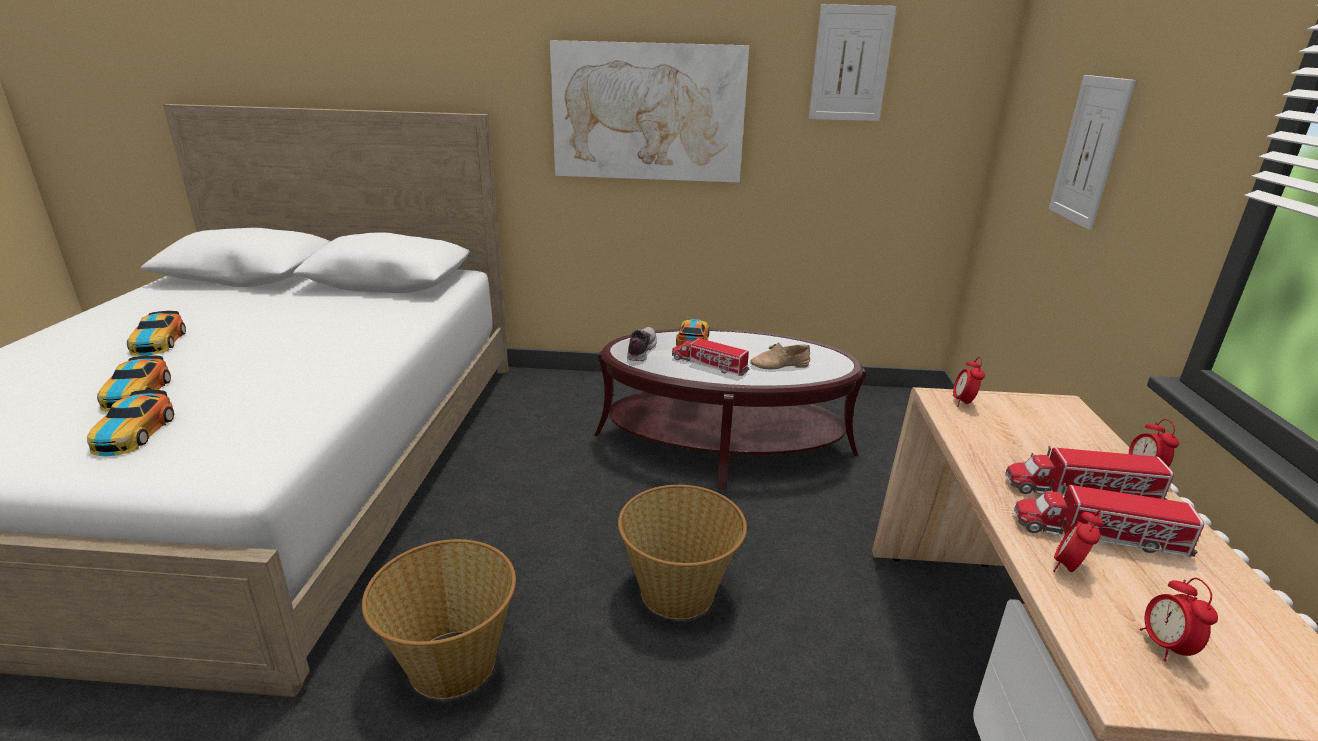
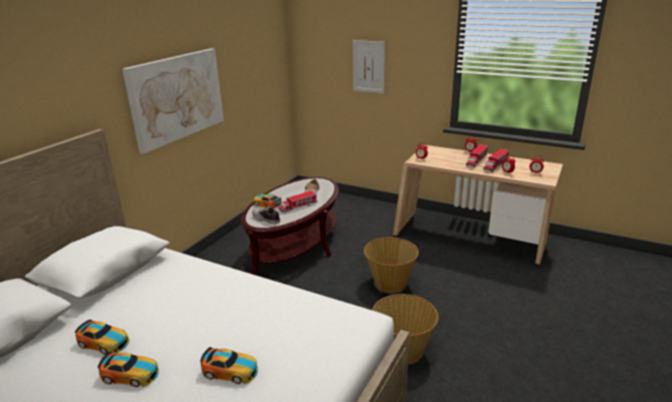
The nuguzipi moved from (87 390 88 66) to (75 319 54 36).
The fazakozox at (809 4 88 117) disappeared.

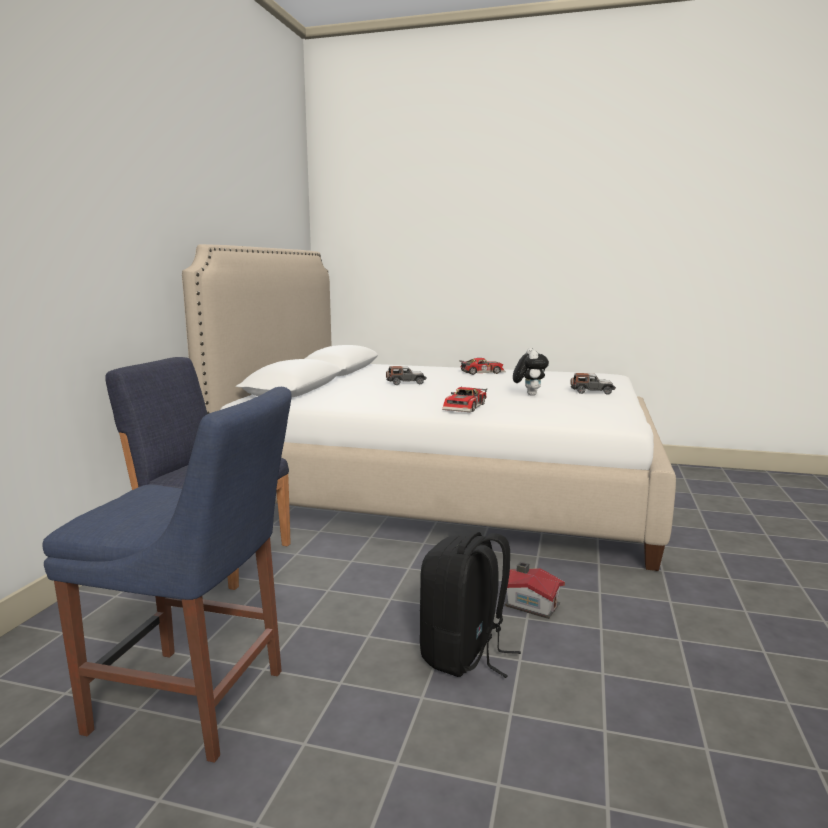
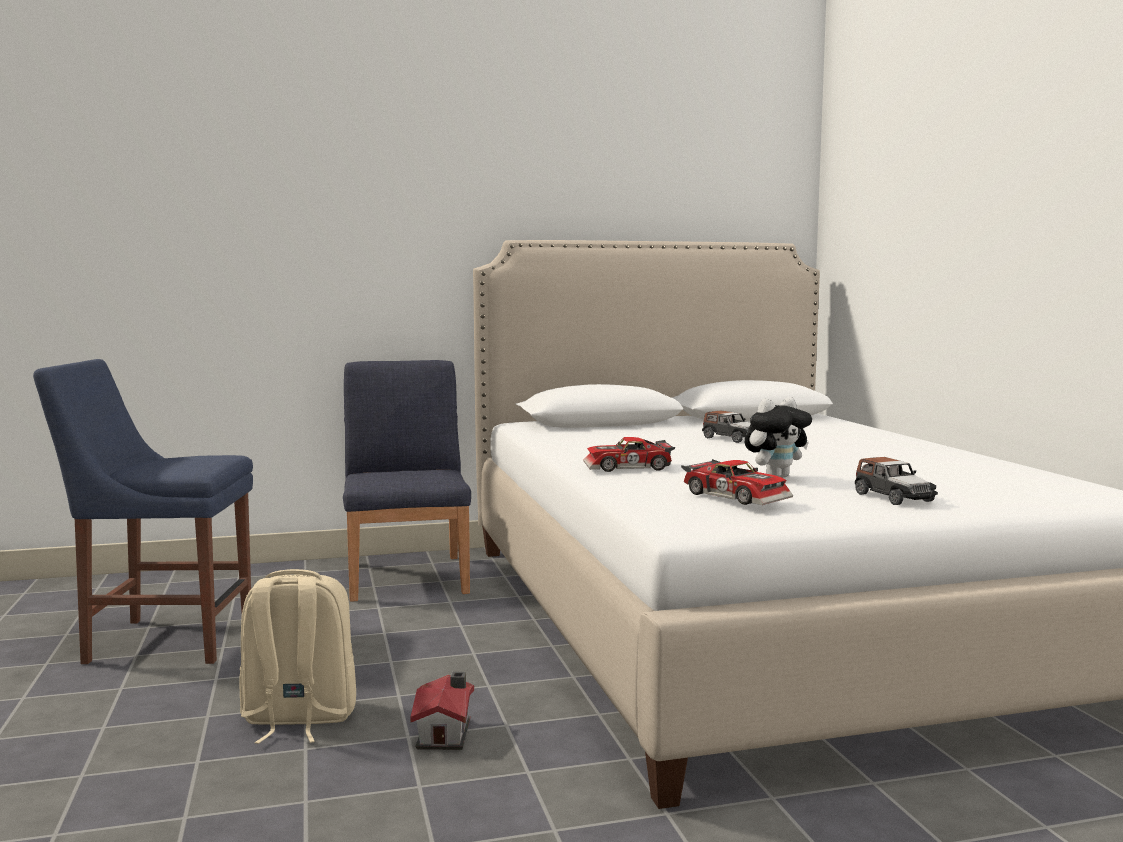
The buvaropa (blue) at (43 387 249 376) turned 105 degrees clockwise.
The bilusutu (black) at (420 532 101 146) became the bilusutu (beige) at (239 569 117 175).
The nuguzipi moved from (459 358 47 17) to (681 459 112 46).

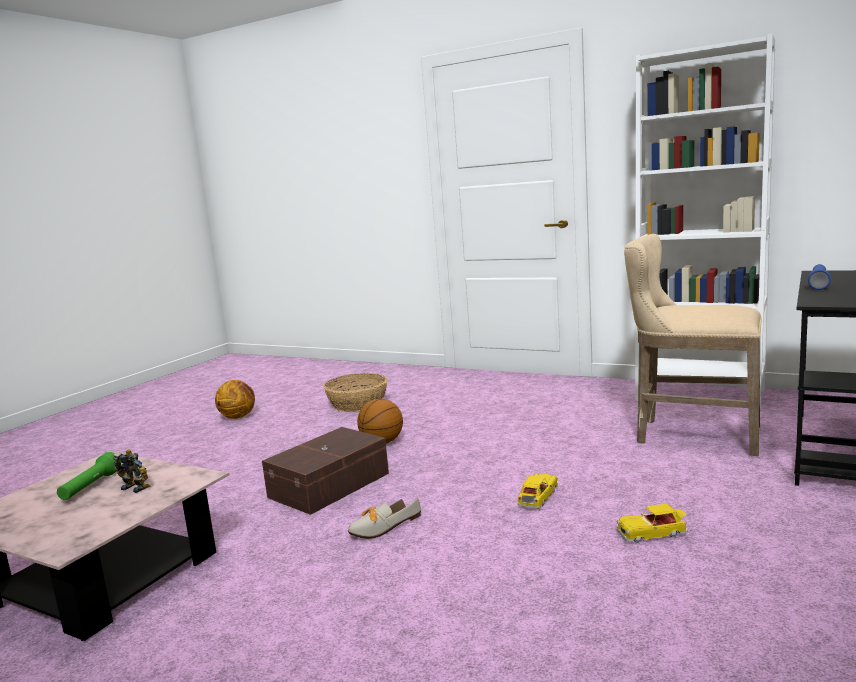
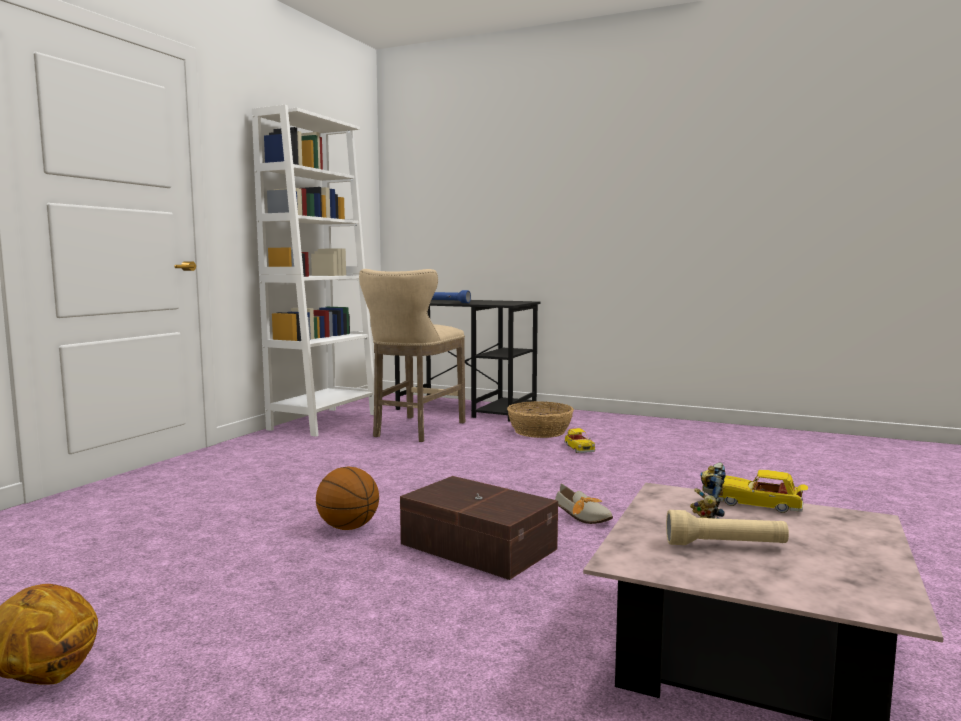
The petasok moved from (323 373 64 39) to (507 401 67 37).
The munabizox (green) at (57 452 64 48) became the munabizox (beige) at (666 510 123 35).
The nuguzipi moved from (518 473 40 36) to (718 470 90 43).

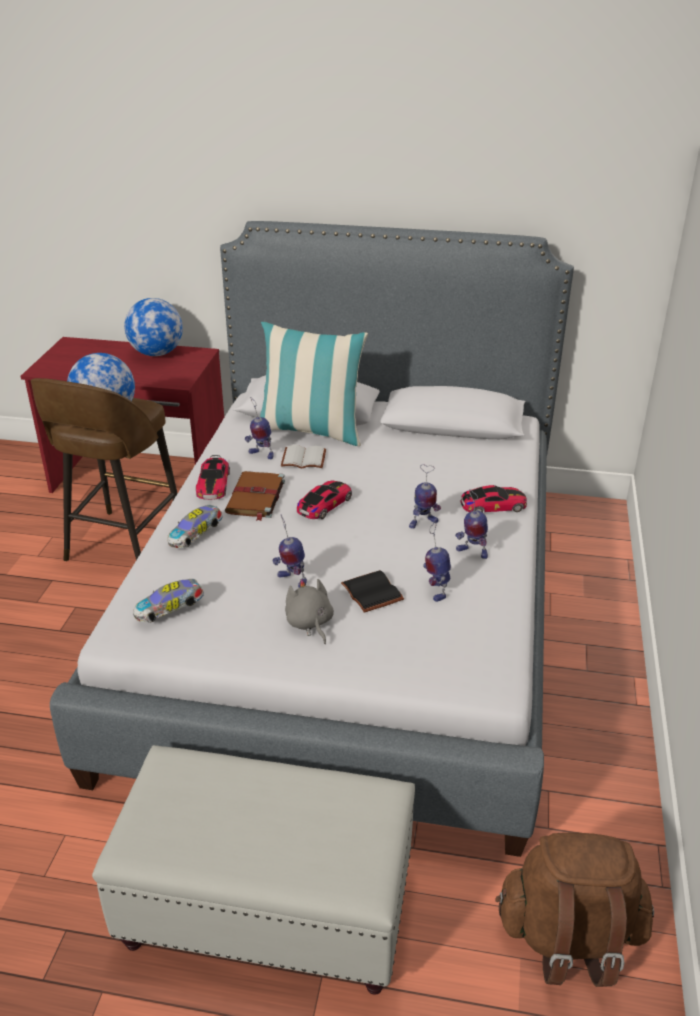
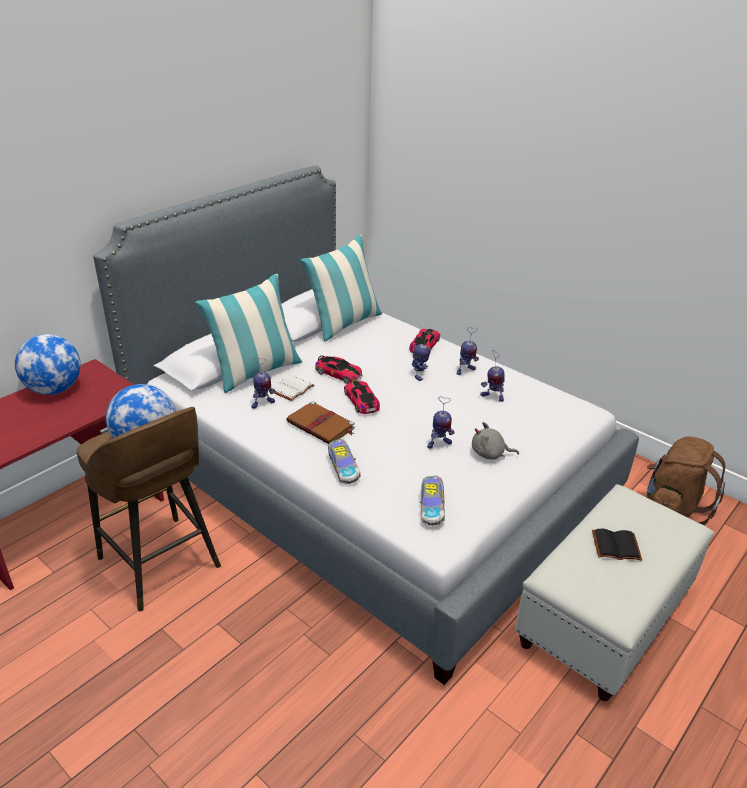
The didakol at (300 235 82 106) appeared.
The nuguzipi moved from (196 455 34 45) to (315 355 48 29).
The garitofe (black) moved from (341 570 63 43) to (592 529 50 32).

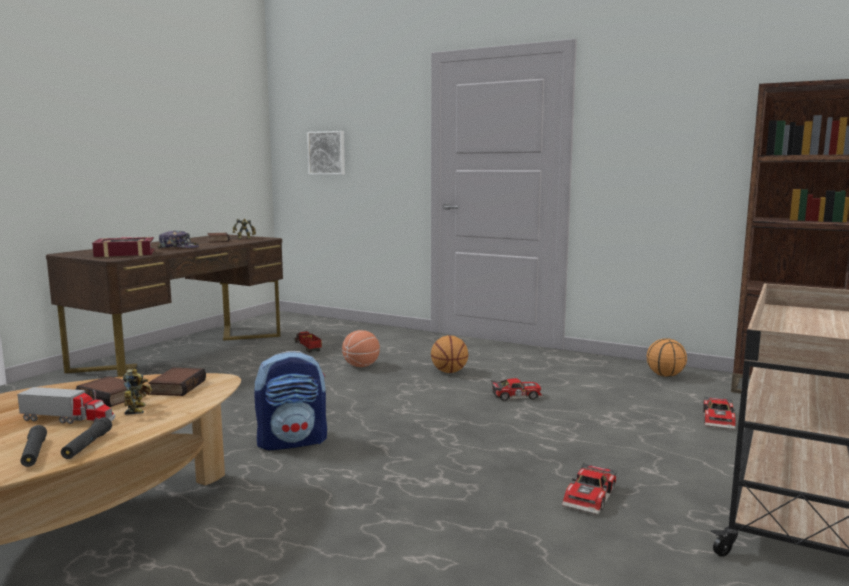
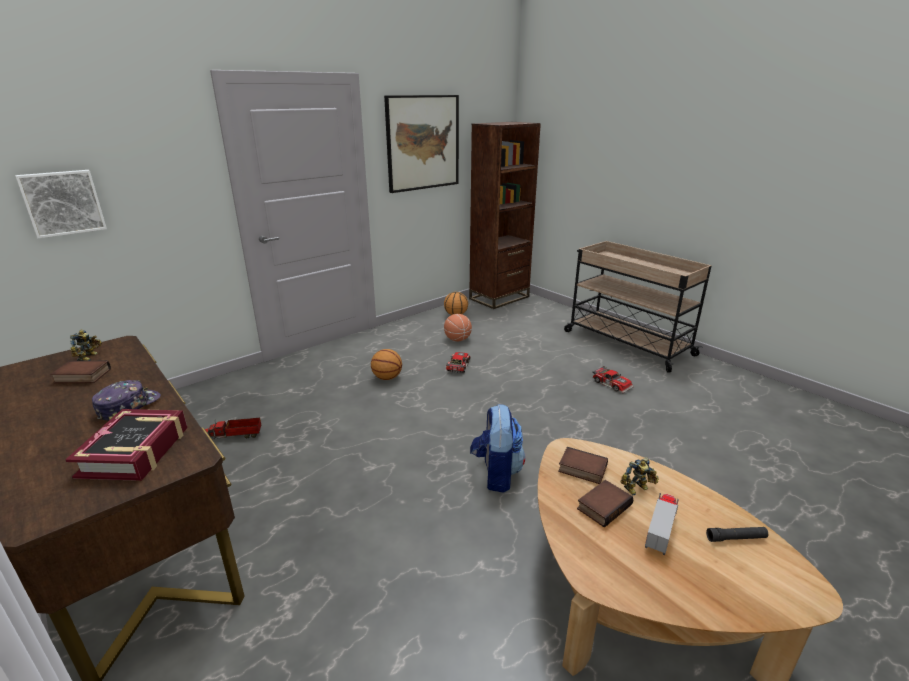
The fazakozox at (384 95 75 98) appeared.
The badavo moved from (342 330 38 37) to (444 314 28 27).
The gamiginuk at (123 369 29 46) turned 150 degrees clockwise.
The munabizox (black) at (61 417 51 42) disappeared.
The nuguzipi at (703 396 33 34) disappeared.

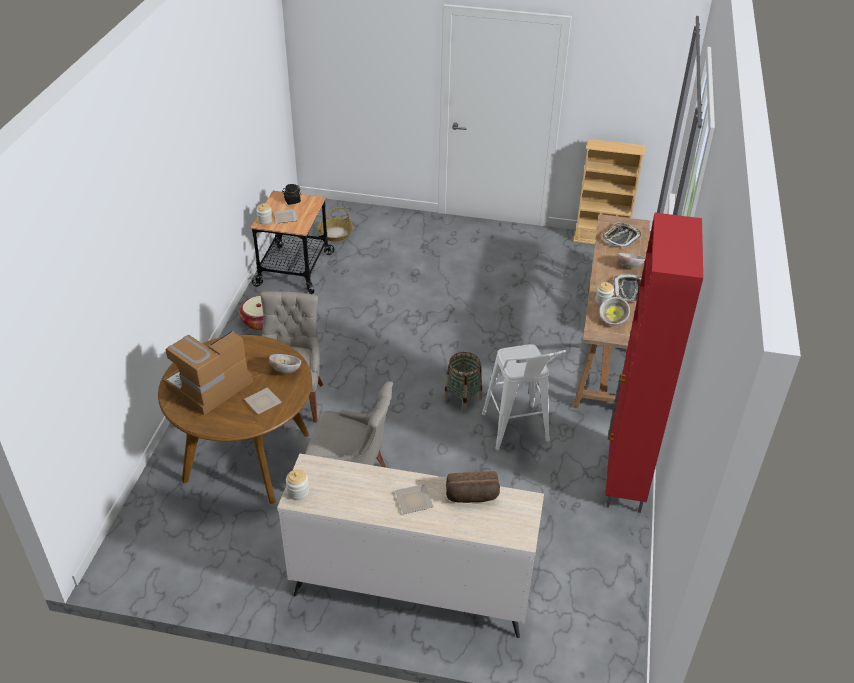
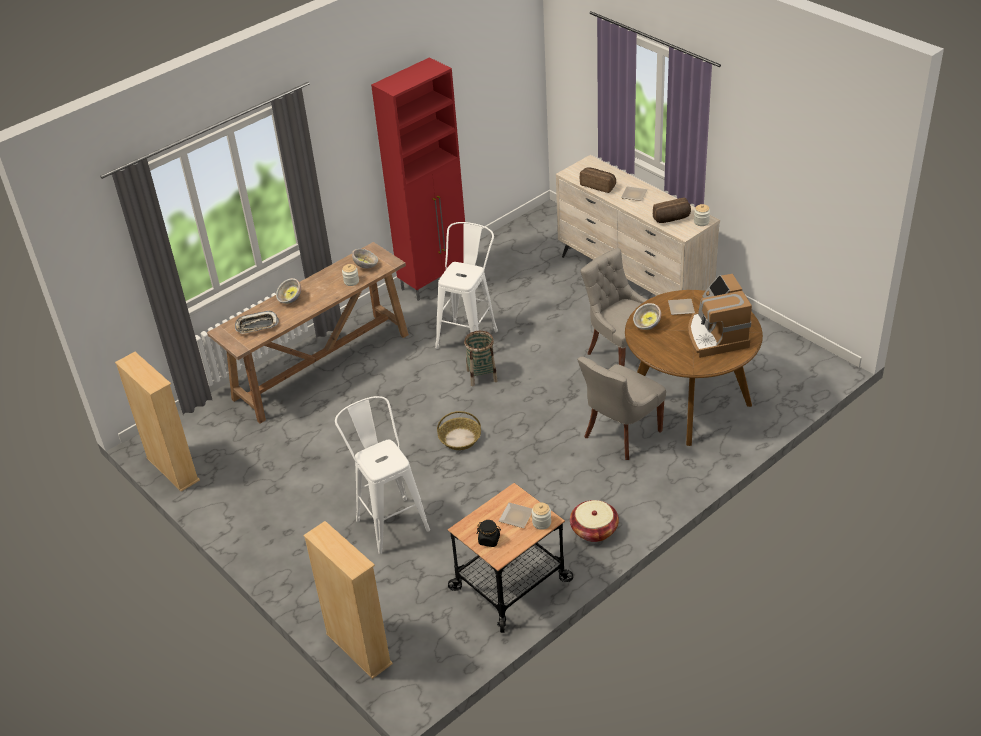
The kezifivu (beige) at (303 521 90 158) appeared.
The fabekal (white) at (335 396 95 158) appeared.
The petasok moved from (317 207 36 34) to (437 411 44 39).
The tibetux at (653 198 38 25) appeared.
The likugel at (163 331 90 84) turned 90 degrees clockwise.
The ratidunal at (613 274 29 28) disappeared.

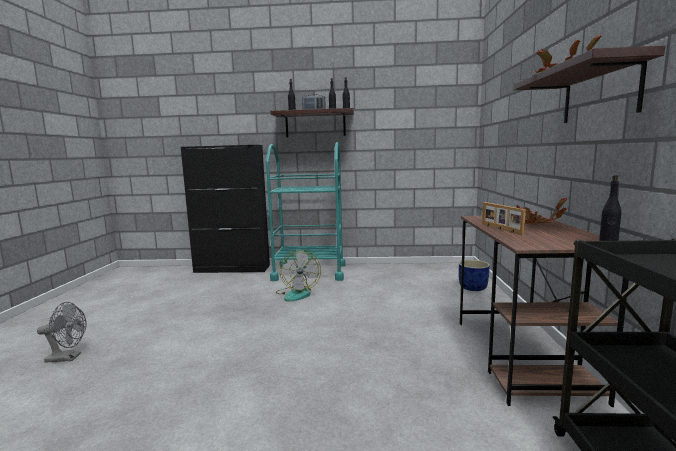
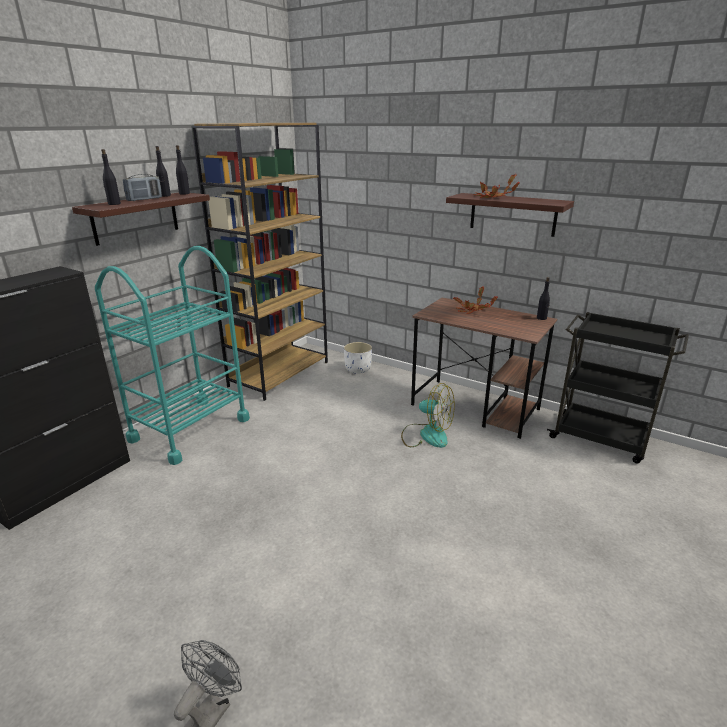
The kezifivu (brown) at (191 123 137 278) appeared.
The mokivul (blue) at (459 260 31 31) became the mokivul (white) at (344 342 28 32).
The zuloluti moved from (276 250 45 51) to (401 383 54 65).
The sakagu at (482 202 44 33) disappeared.

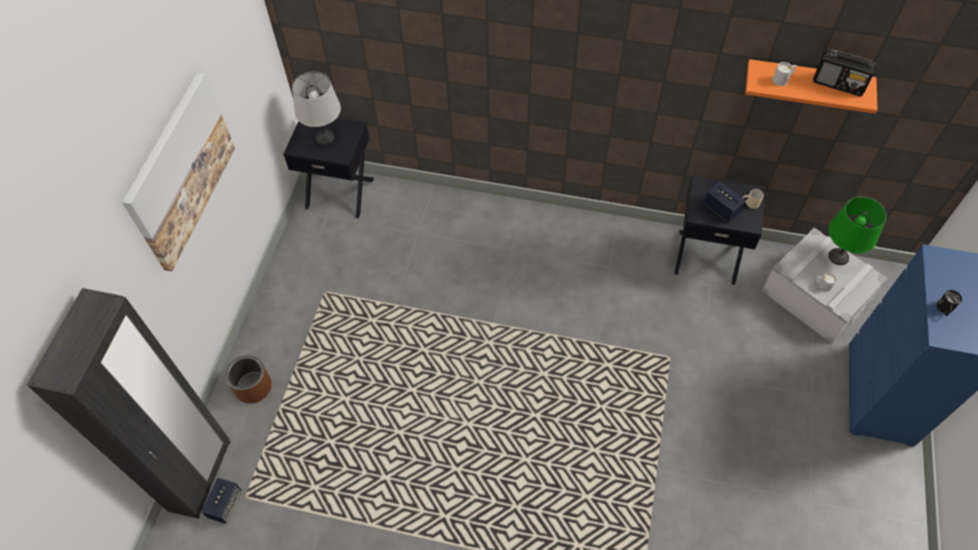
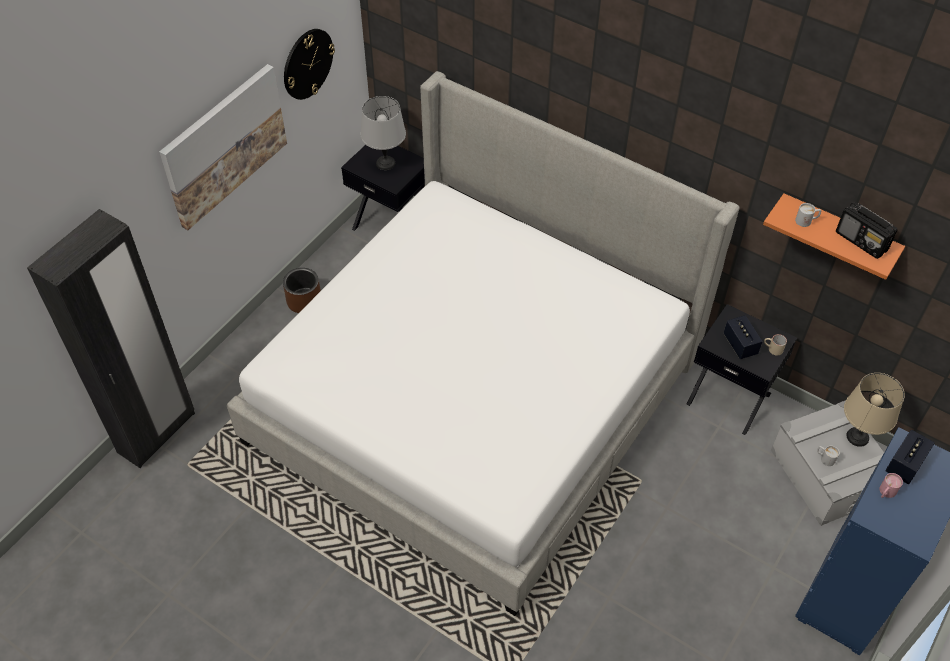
The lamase at (227 71 513 545) appeared.
The mokivul (brown) moved from (225 355 47 48) to (283 268 38 45).
The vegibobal at (284 29 51 71) appeared.
The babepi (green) at (828 196 59 69) became the babepi (beige) at (844 373 61 74).
The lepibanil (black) at (937 290 25 26) became the lepibanil (pink) at (879 473 24 25).
The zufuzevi moved from (201 478 41 46) to (885 430 50 54).

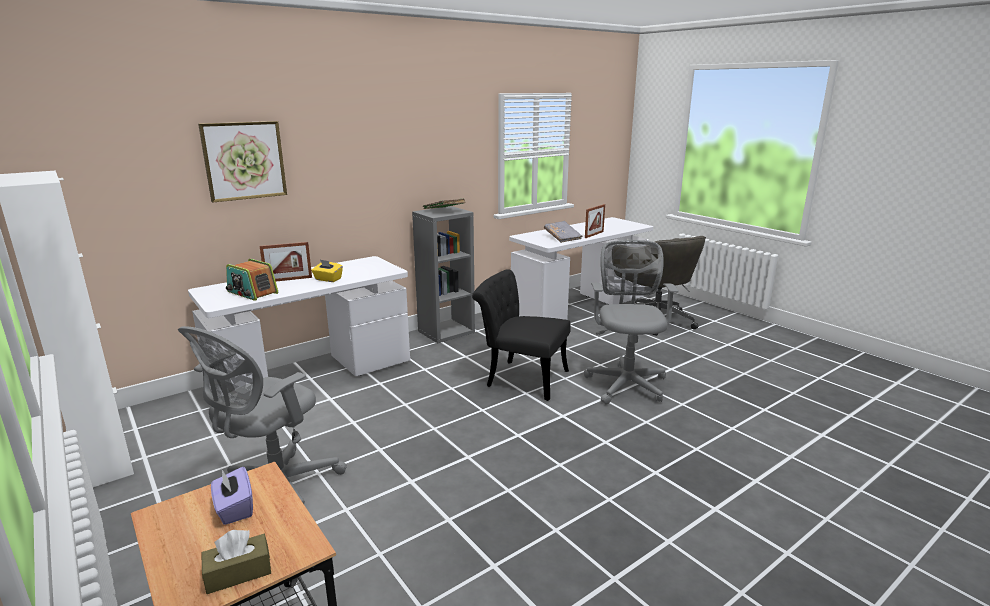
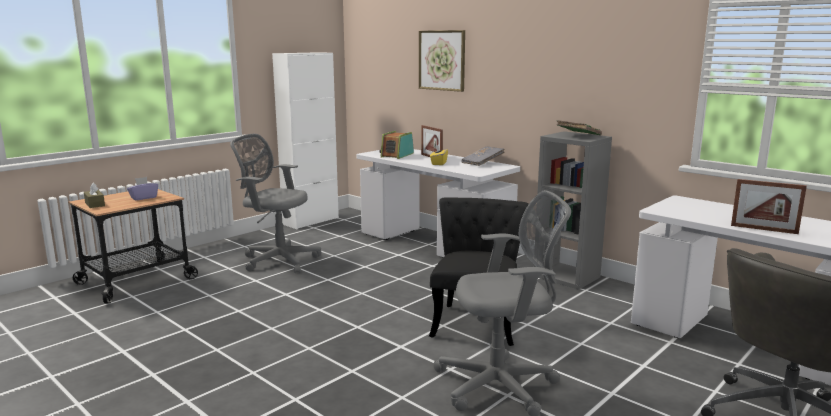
The garitofe (grey) moved from (544 221 39 22) to (461 146 44 20).

